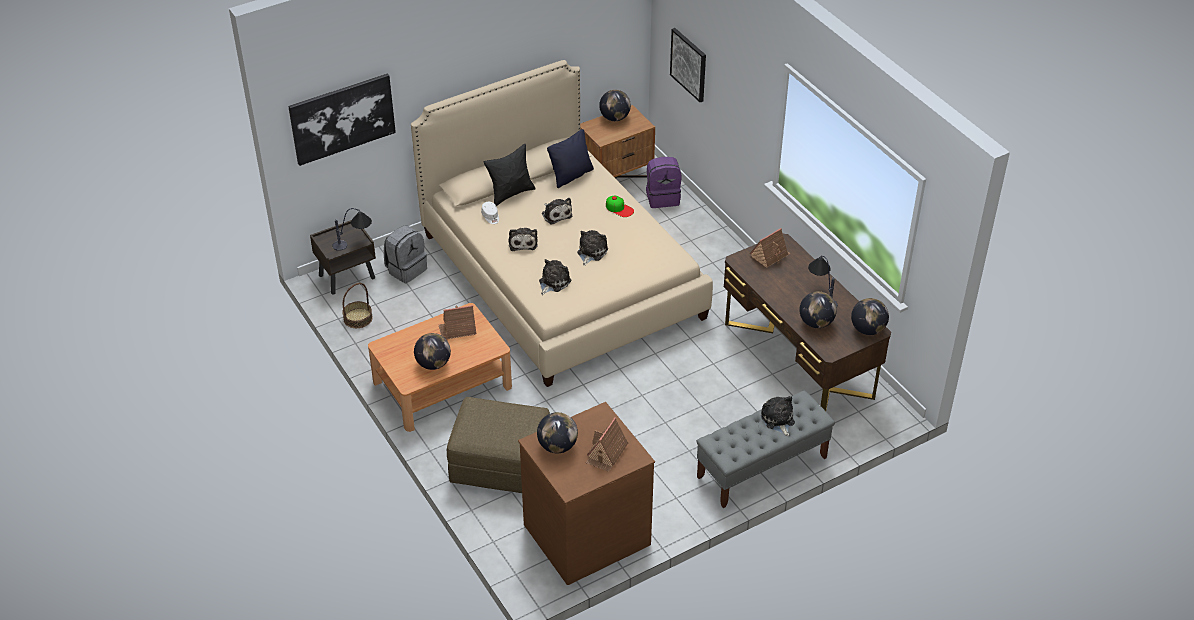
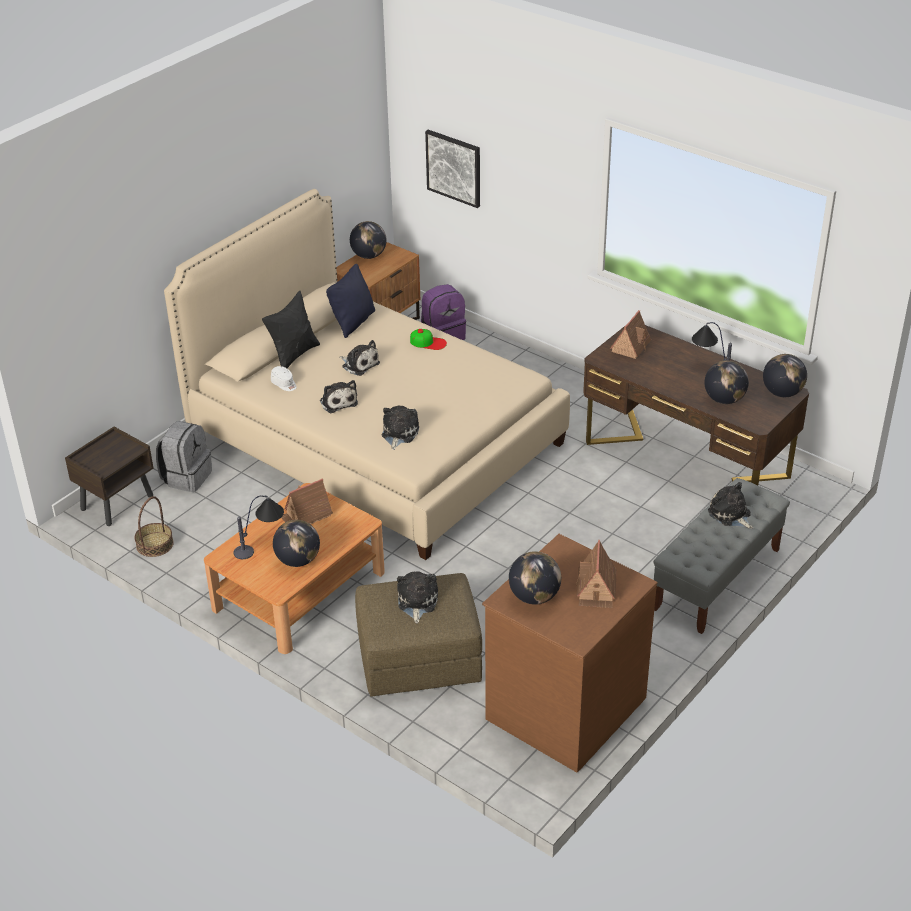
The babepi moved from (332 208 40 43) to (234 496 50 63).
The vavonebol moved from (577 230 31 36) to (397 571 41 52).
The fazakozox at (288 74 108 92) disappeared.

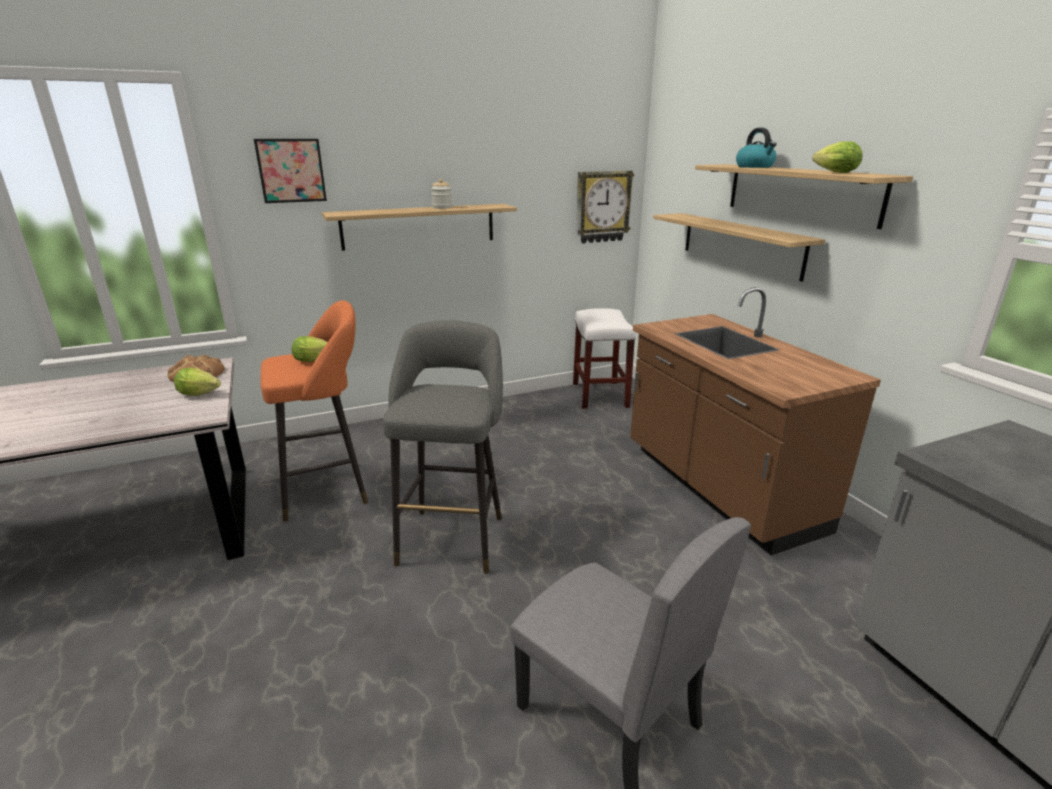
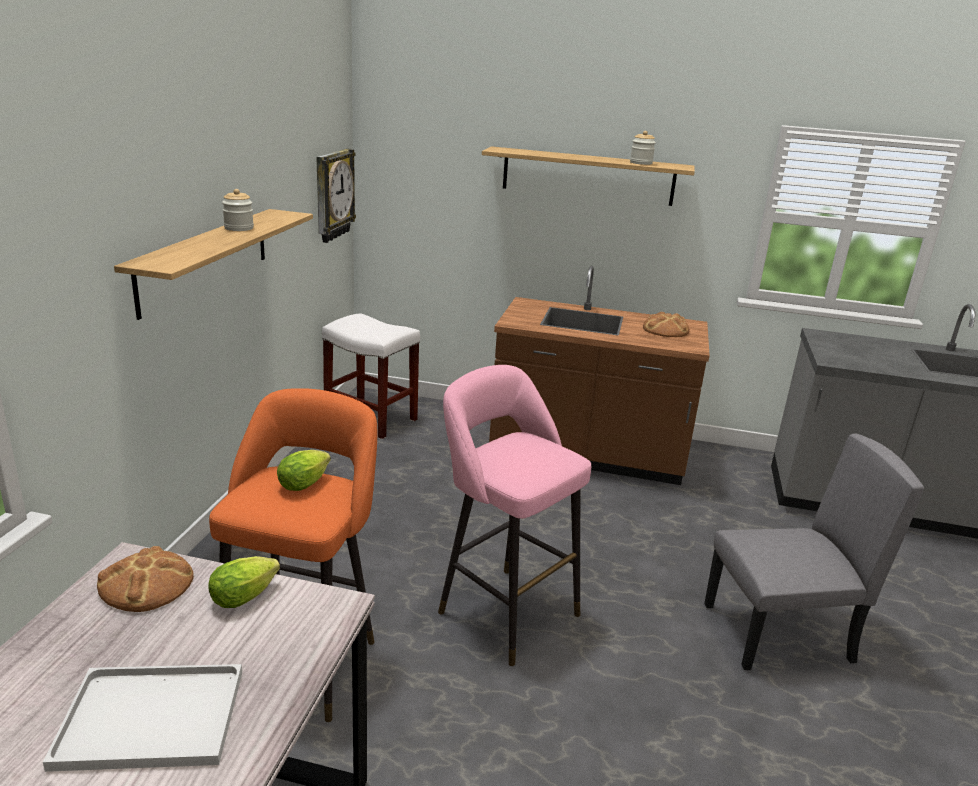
The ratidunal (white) at (43 664 199 108) appeared.
The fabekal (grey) at (383 320 120 254) became the fabekal (pink) at (438 365 153 301).
The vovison at (812 141 50 32) was replaced by the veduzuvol at (630 131 26 34).
The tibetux at (643 312 47 25) appeared.
The fazakozox at (254 139 73 64) disappeared.
The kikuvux at (653 213 172 69) disappeared.
The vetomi at (736 128 41 40) disappeared.

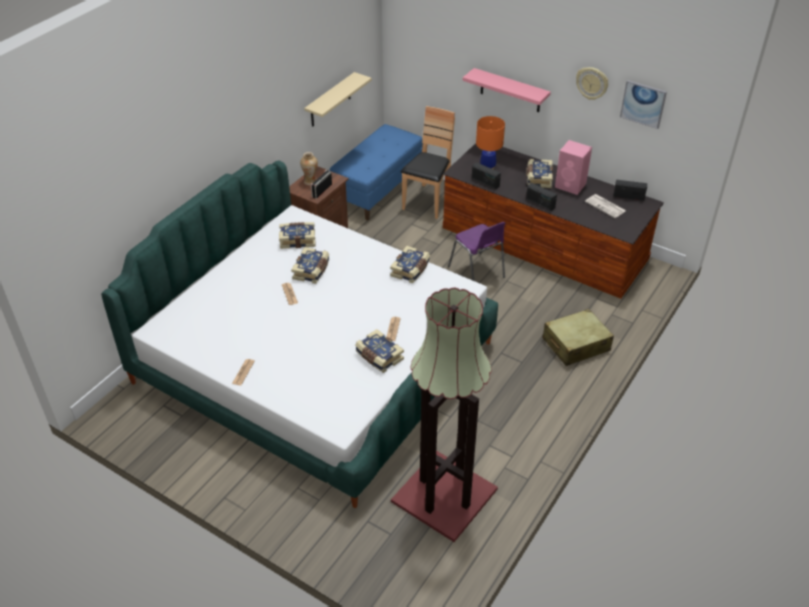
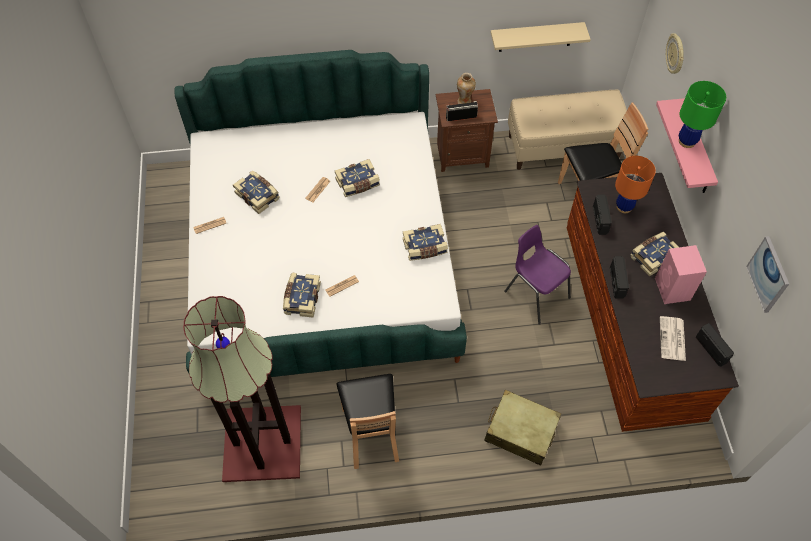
The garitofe moved from (279 222 37 27) to (233 170 47 44).
The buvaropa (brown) at (337 374 62 95) appeared.
The buvaropa (purple) at (448 222 57 59) turned 120 degrees clockwise.
The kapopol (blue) at (329 124 94 96) became the kapopol (beige) at (508 90 119 80).
The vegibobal moved from (576 67 32 33) to (666 33 18 41).
The babepi (green) at (679 81 47 67) appeared.

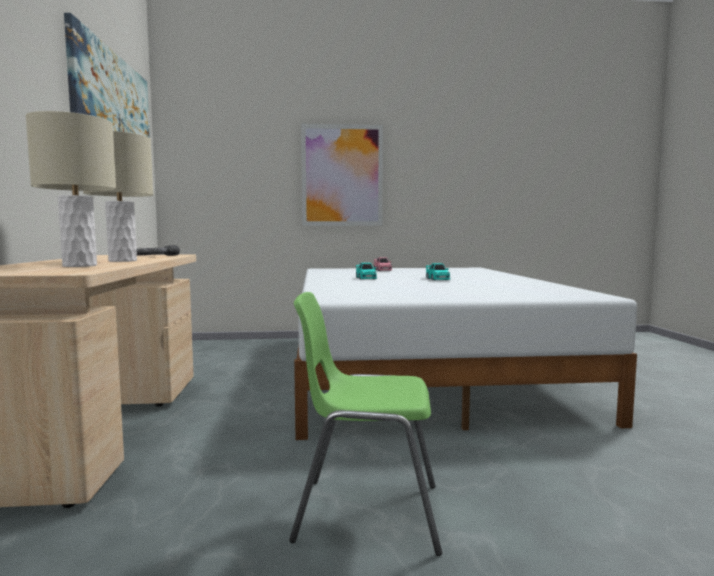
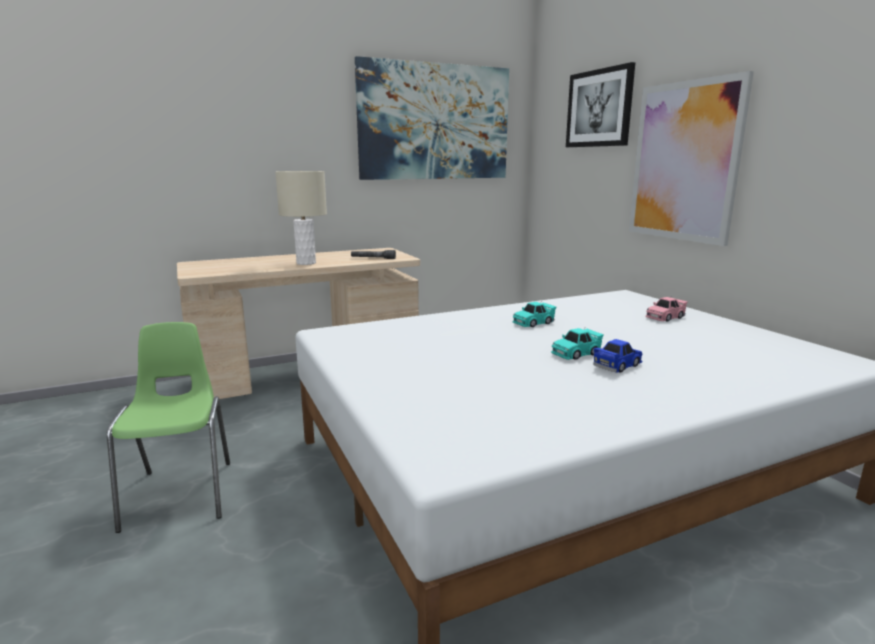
The fazakozox at (566 62 69 85) appeared.
The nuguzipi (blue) at (593 339 49 34) appeared.
The babepi (beige) at (25 111 91 156) disappeared.

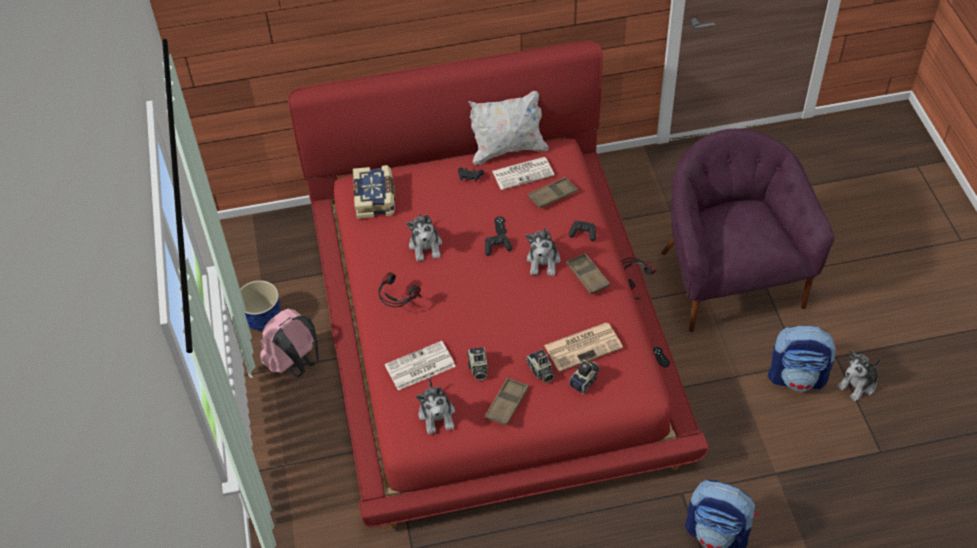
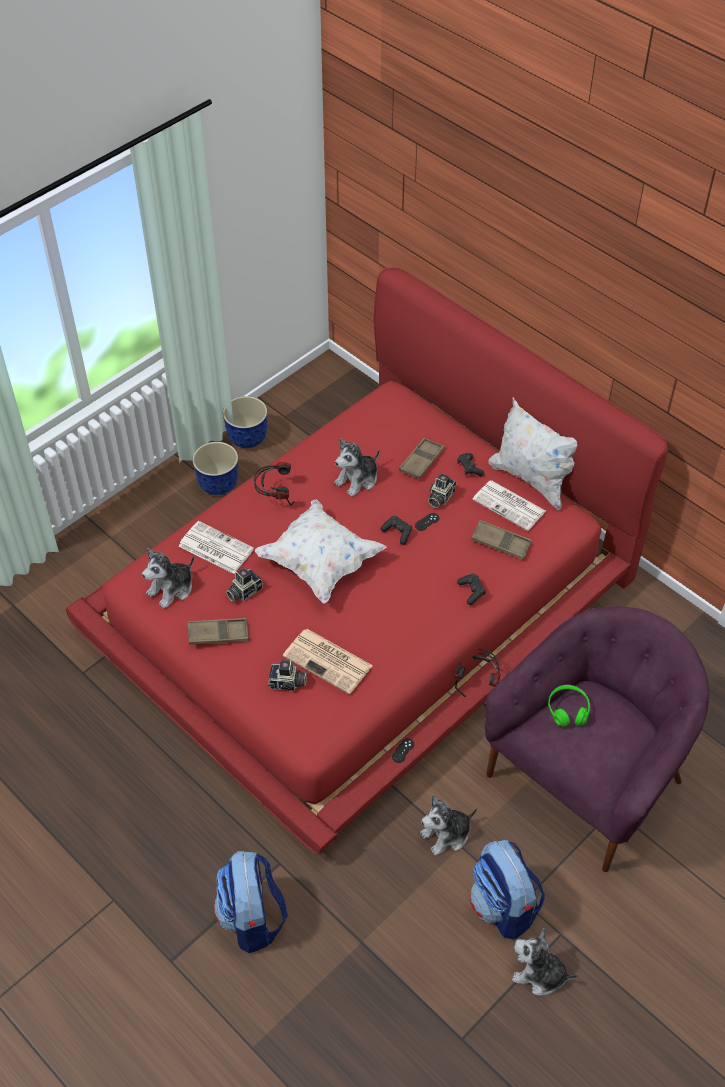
The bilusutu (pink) at (260 309 59 68) was replaced by the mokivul at (192 442 46 53).
The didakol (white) at (255 499 132 104) appeared.
The ratidunal (brown) moved from (566 253 44 41) to (399 438 46 41).
The vavonebol moved from (526 227 35 49) to (420 794 57 62).
The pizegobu moved from (526 349 28 34) to (428 473 28 35).
The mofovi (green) at (548 685 42 42) appeared.
The garitofe at (353 165 42 54) disappeared.

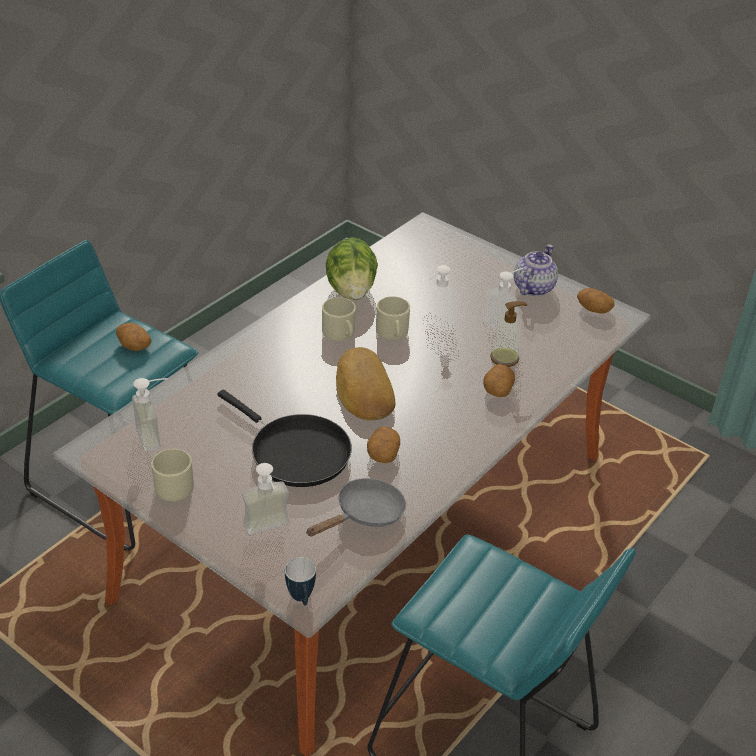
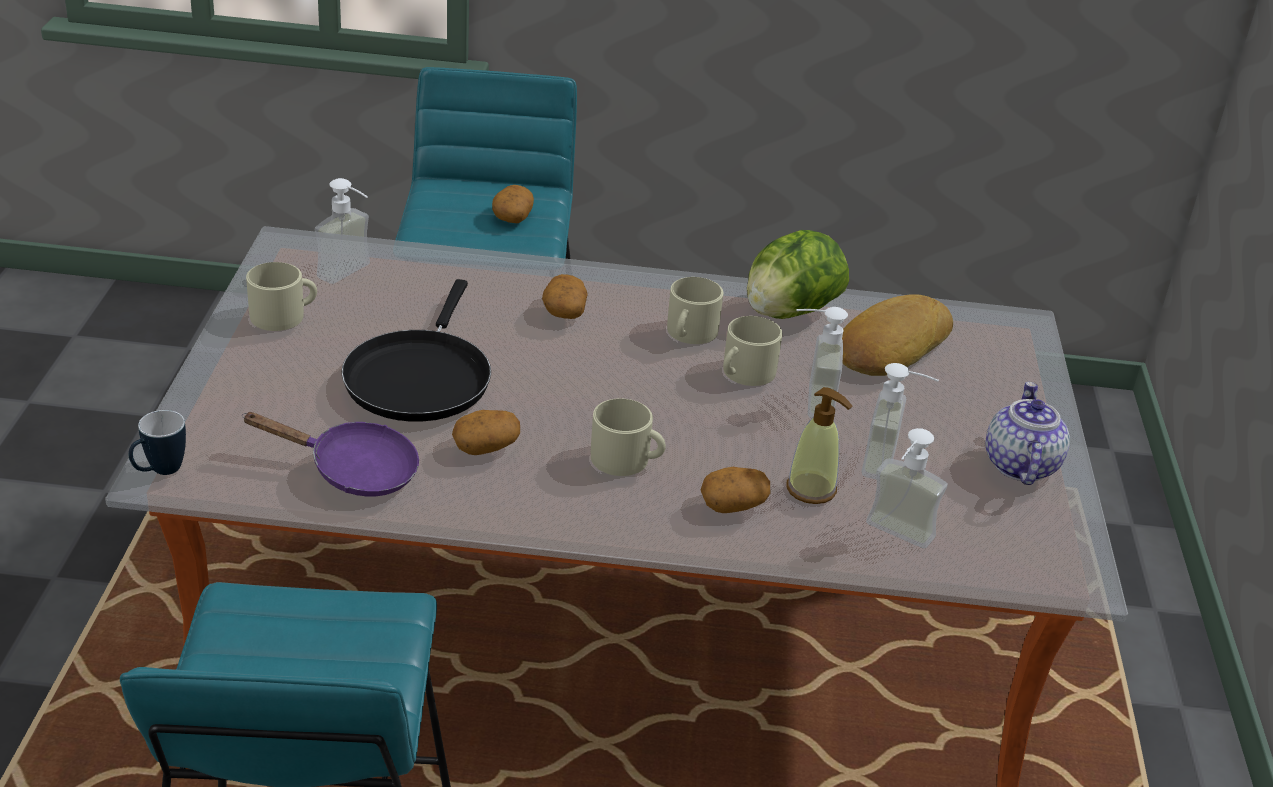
The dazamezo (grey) at (306 478 100 58) became the dazamezo (purple) at (242 412 177 84).
The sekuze moved from (577 288 38 25) to (542 274 46 45).
The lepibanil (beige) at (591 398 75 78) appeared.
The tibetux moved from (336 347 59 73) to (842 294 111 82).
The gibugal moved from (242 463 47 72) to (866 428 82 121).
The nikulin at (514 245 44 51) turned 75 degrees counterclockwise.

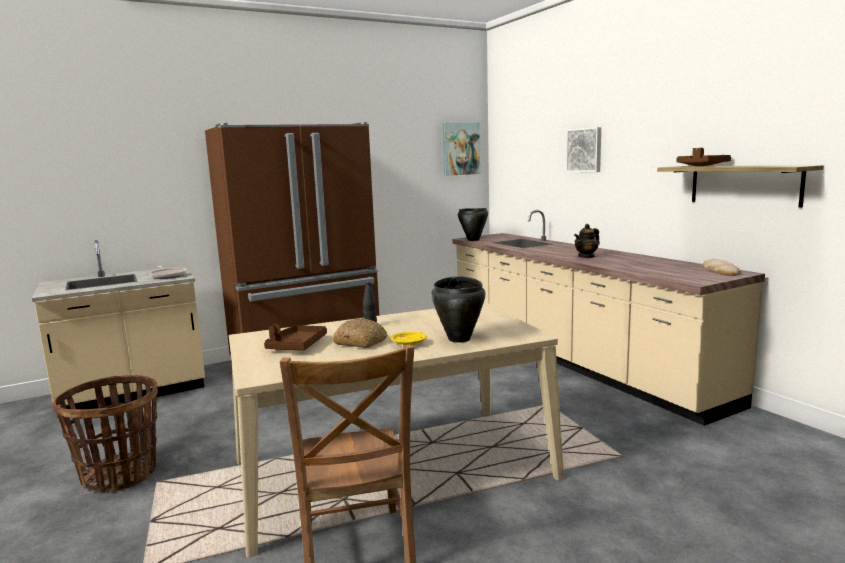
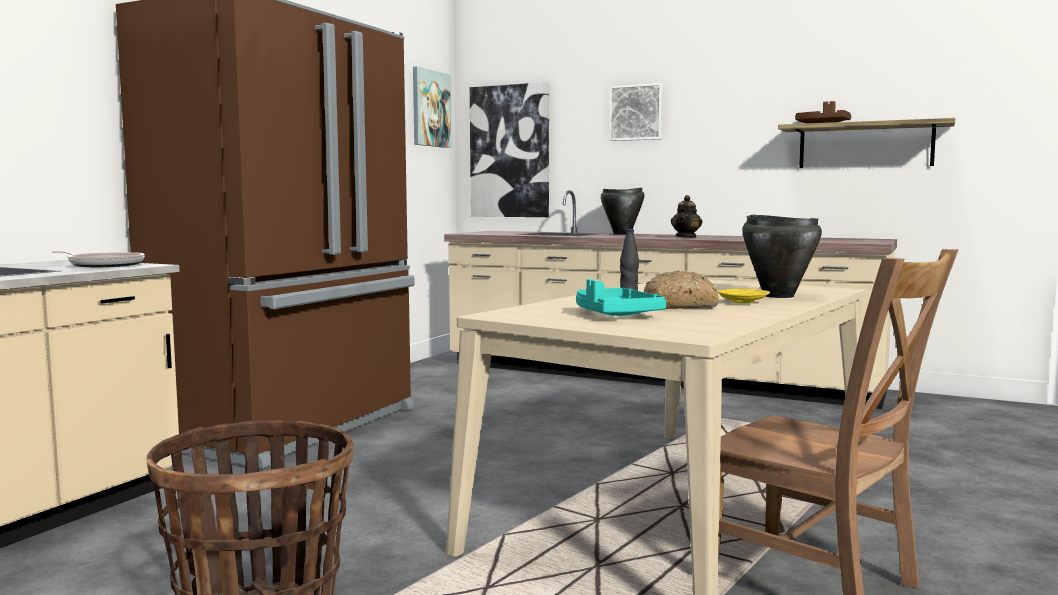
The fazakozox at (470 82 79 135) appeared.
The ratidunal (brown) at (264 324 63 26) became the ratidunal (turquoise) at (576 279 90 37).
The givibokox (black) moved from (458 208 30 33) to (601 187 43 48).
The tibetux at (702 259 39 17) disappeared.

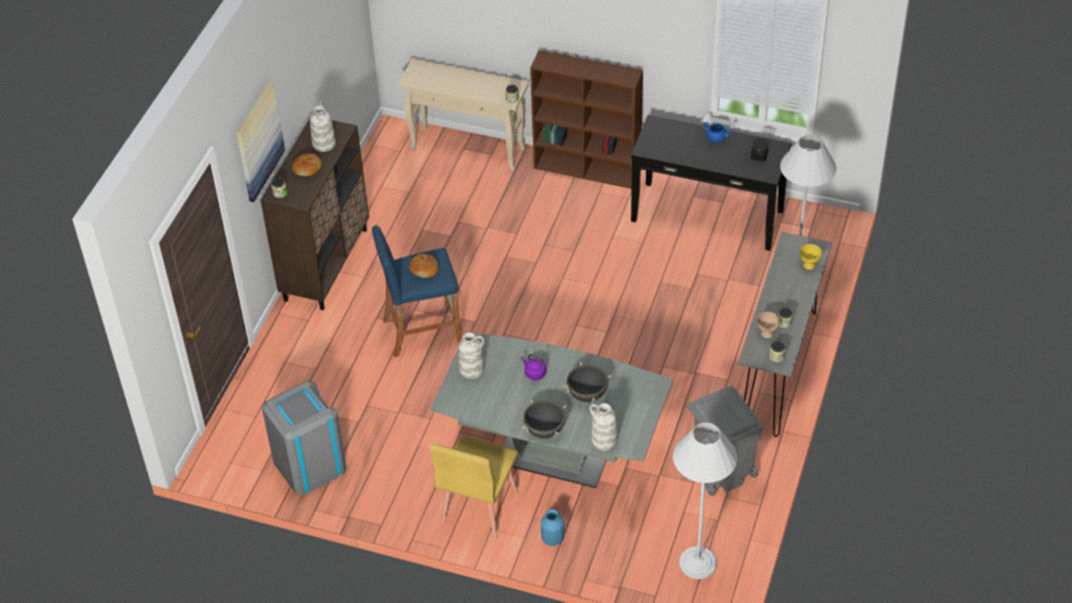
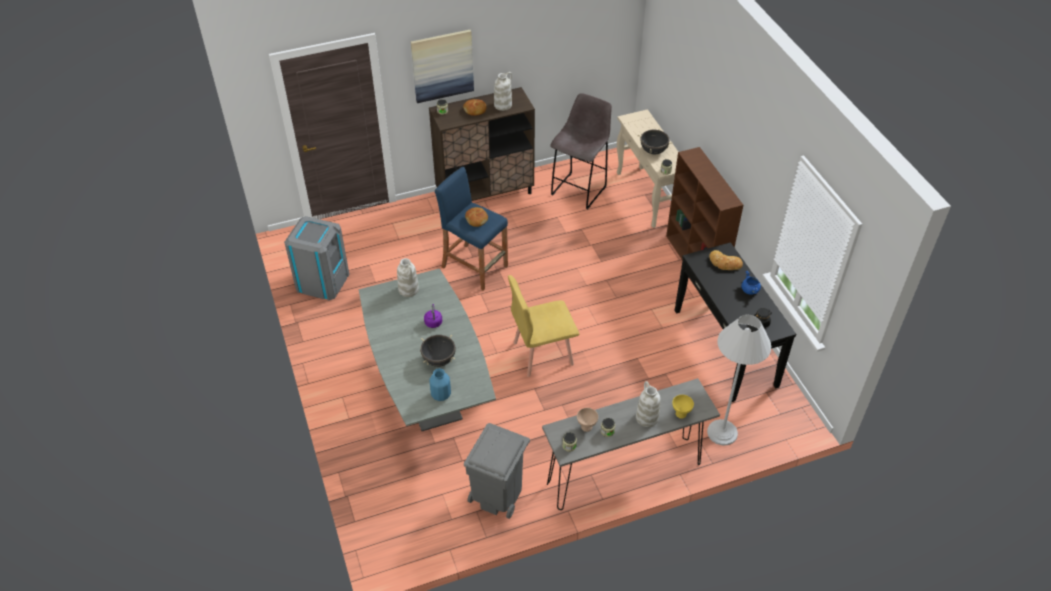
The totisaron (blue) moved from (541 509 23 37) to (429 368 22 33).
The buvaropa (yellow) moved from (430 436 89 103) to (508 275 71 102).
The fabekal (grey) at (550 93 62 116) appeared.
The totisaron (white) moved from (589 403 29 48) to (636 381 25 46).
The givibokox (black) moved from (522 400 45 39) to (637 128 35 26).
The tibetux at (709 250 34 20) appeared.
The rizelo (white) at (673 422 64 157) disappeared.

